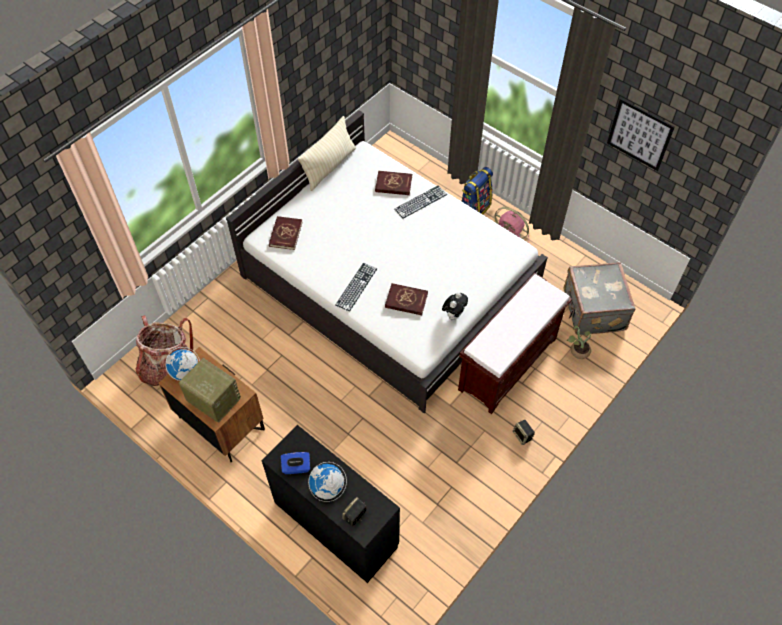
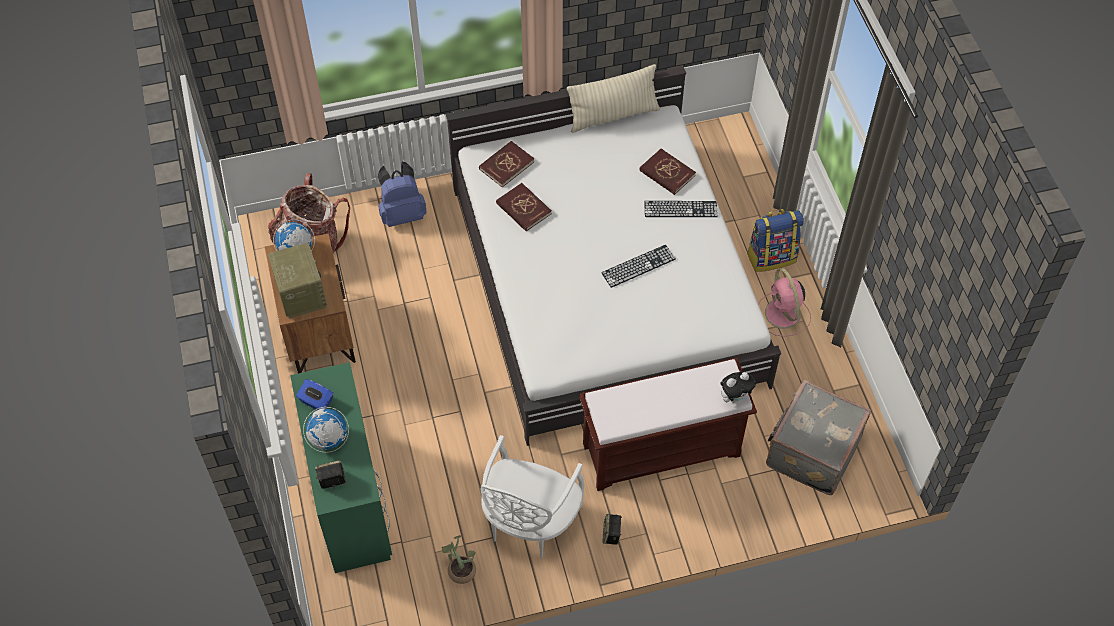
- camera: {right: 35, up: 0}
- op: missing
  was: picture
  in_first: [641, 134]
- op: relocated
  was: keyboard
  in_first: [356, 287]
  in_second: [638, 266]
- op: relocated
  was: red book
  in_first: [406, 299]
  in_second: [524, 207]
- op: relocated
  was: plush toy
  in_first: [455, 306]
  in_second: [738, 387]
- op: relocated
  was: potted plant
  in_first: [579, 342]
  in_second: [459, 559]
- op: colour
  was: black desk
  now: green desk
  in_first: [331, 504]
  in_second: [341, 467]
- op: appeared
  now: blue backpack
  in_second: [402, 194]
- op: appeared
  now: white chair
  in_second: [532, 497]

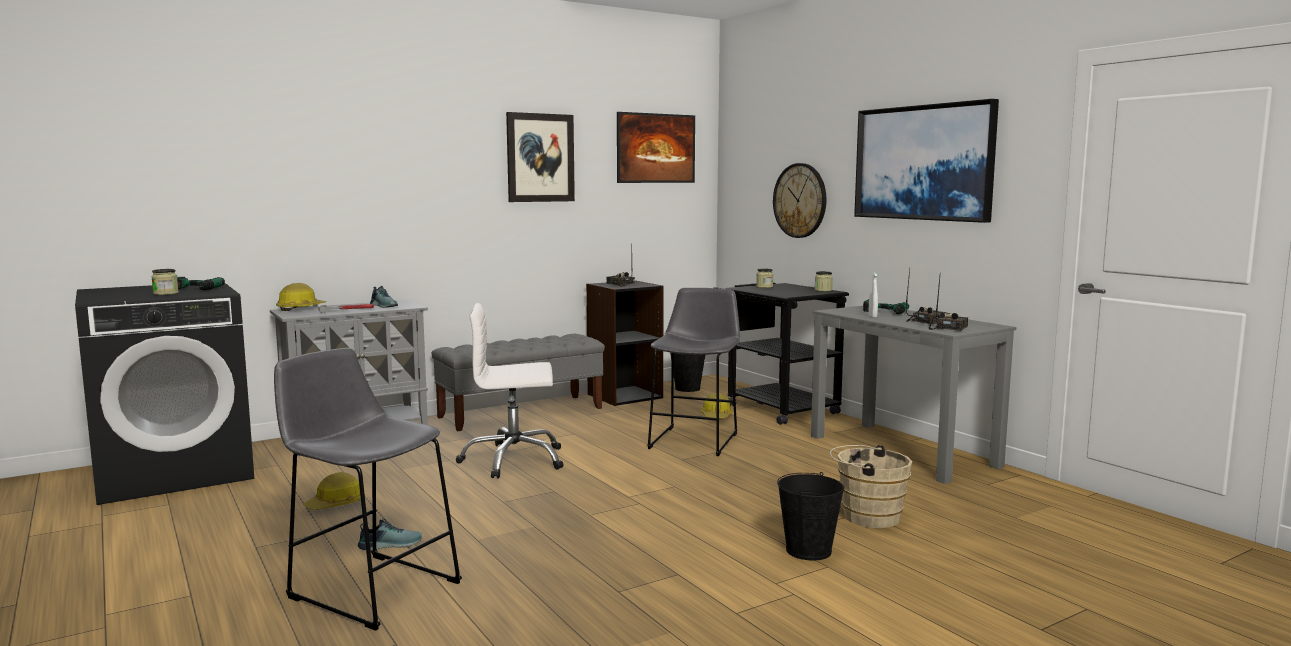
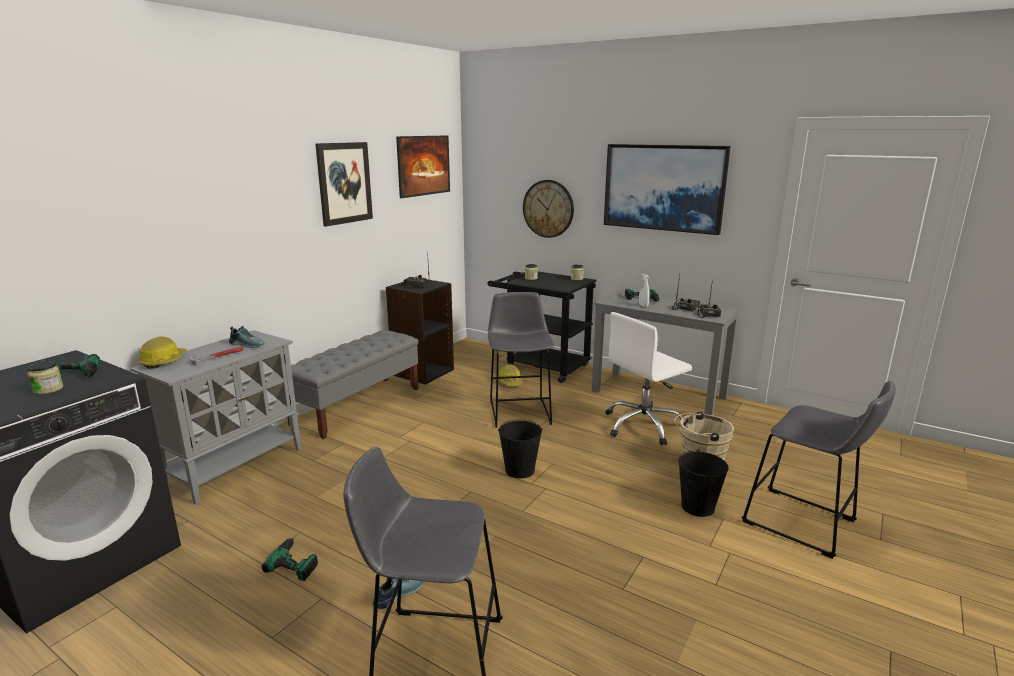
- camera: {right: -25, up: 10}
- op: relocated
  was: white office chair
  in_first: [510, 391]
  in_second: [648, 378]
- op: relocated
  was: black bucket
  in_first: [687, 372]
  in_second: [520, 449]
- op: exchanged
  was: hard hat
  now: power drill
  in_first: [332, 491]
  in_second: [290, 557]
- op: appeared
  now: grey stool
  in_second: [818, 470]

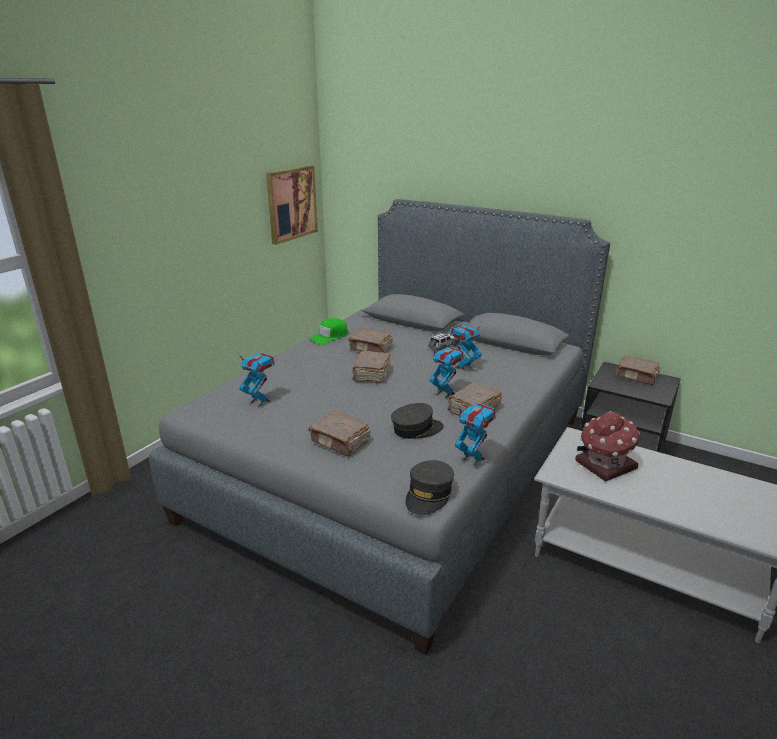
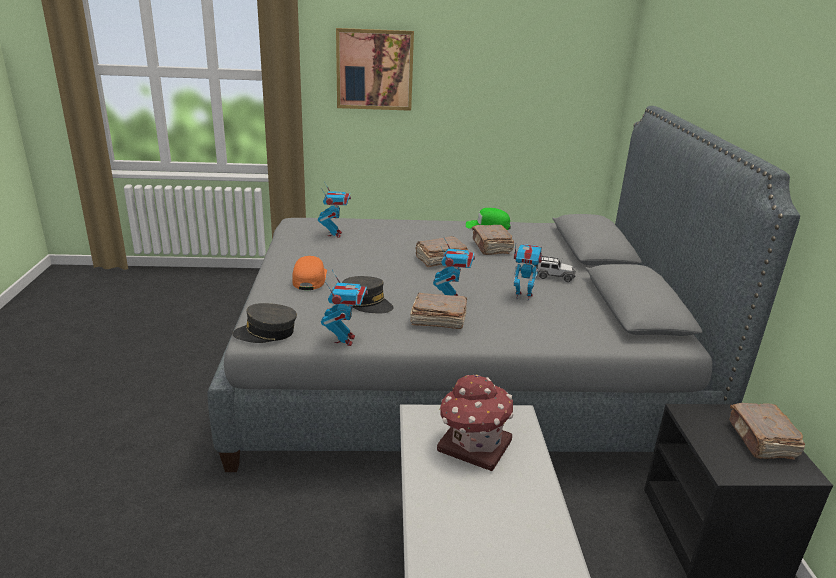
- camera: {right: 55, up: 0}
- op: relocated
  was: picture
  in_first: [292, 205]
  in_second: [375, 69]
- op: exchanged
  was: brown book
  now: orange cap
  in_first: [339, 434]
  in_second: [309, 273]

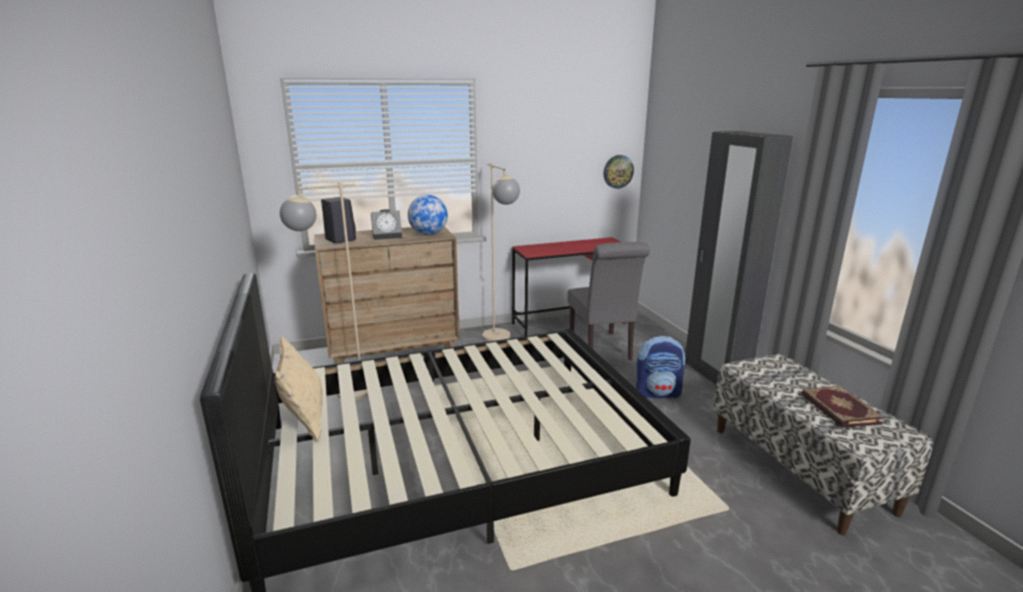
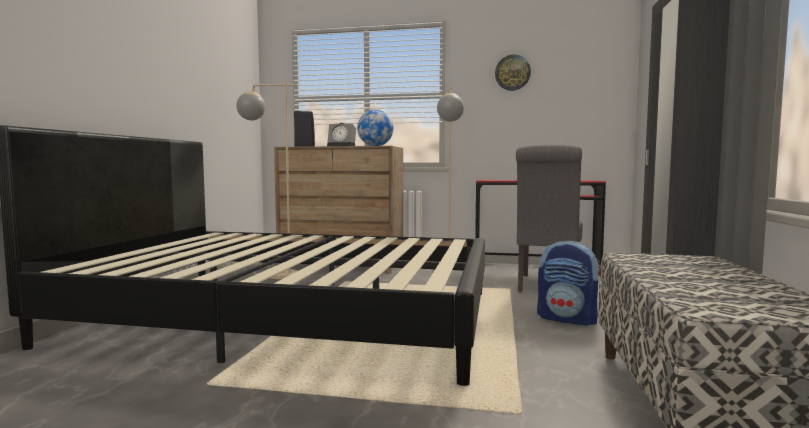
- camera: {right: 30, up: -15}
- op: relocated
  was: wall clock
  in_first: [619, 172]
  in_second: [513, 73]
- op: missing
  was: beige pillow
  in_first: [298, 388]
- op: missing
  was: book
  in_first: [843, 407]

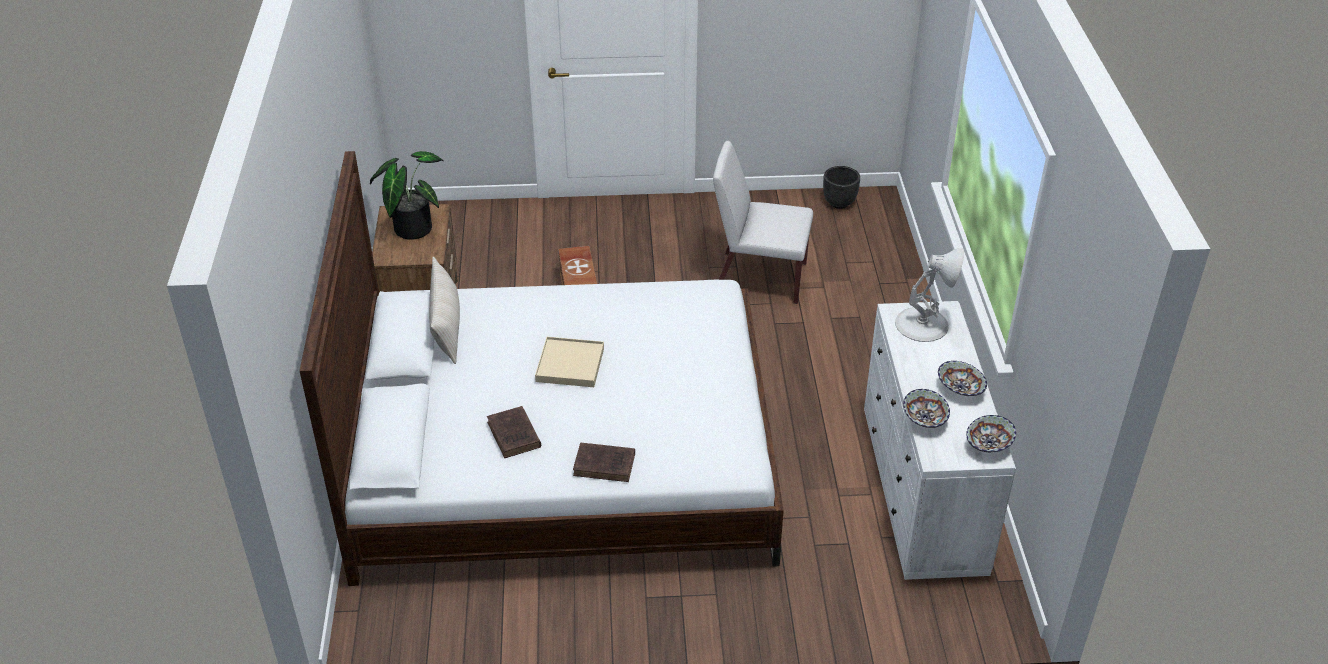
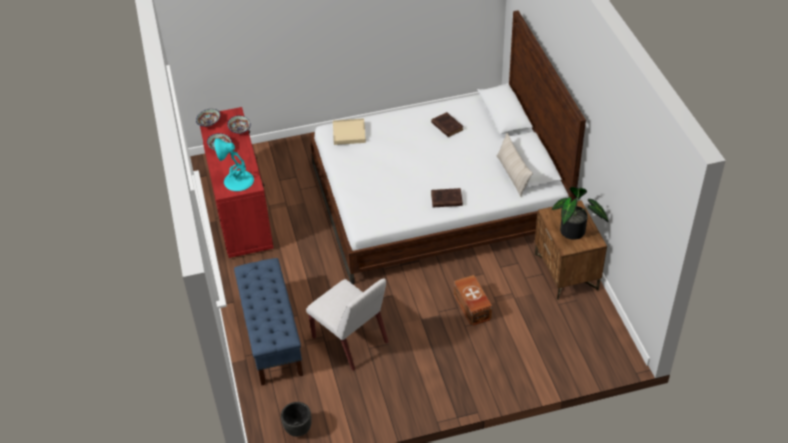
- camera: {right: 170, up: 5}
- op: spun
  was: white chair
  in_first: [763, 222]
  in_second: [347, 324]
  clockwise: 45
- op: colour
  was: white table lamp
  now: turquoise table lamp
  in_first: [929, 295]
  in_second: [234, 164]
- op: colour
  was: white dresser
  now: red dresser
  in_first: [940, 440]
  in_second: [237, 182]
- op: relocated
  was: beige tray
  in_first: [569, 362]
  in_second: [349, 131]
- op: relocated
  was: brown book
  in_first: [604, 462]
  in_second: [447, 197]
- op: appeared
  now: blue bench
  in_second: [268, 322]

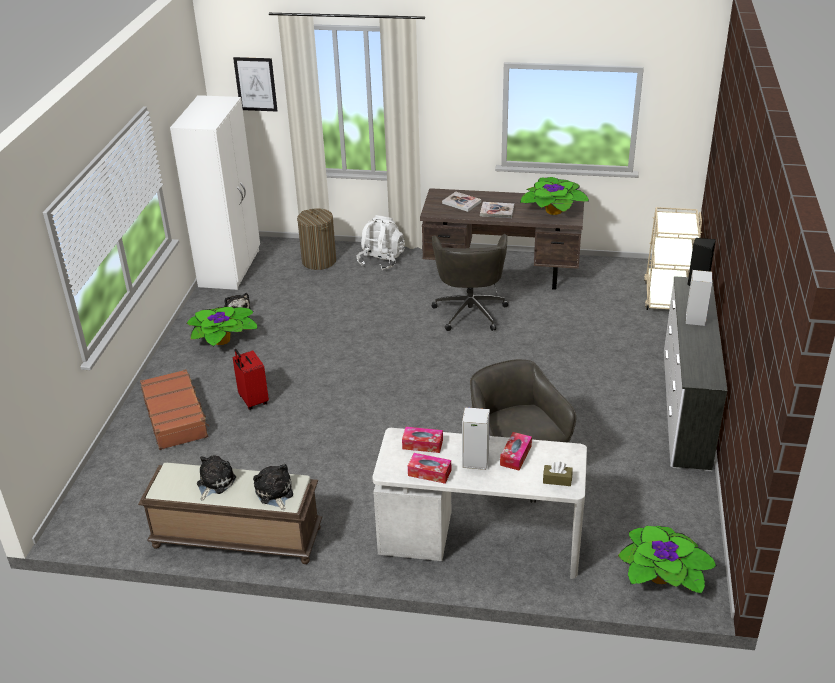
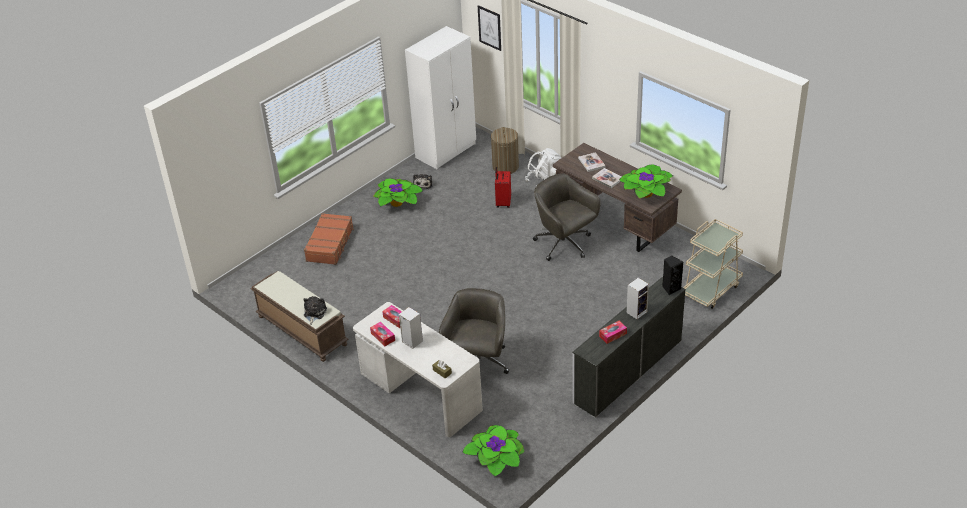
- camera: {right: 35, up: 5}
- op: spun
  was: grey office chair
  in_first: [470, 282]
  in_second: [567, 217]
  clockwise: 105
- op: relocated
  was: red suitcase
  in_first: [251, 379]
  in_second: [503, 187]
- op: relocated
  was: tissue box
  in_first: [516, 451]
  in_second: [613, 332]
- op: missing
  was: plush toy
  in_first: [216, 478]

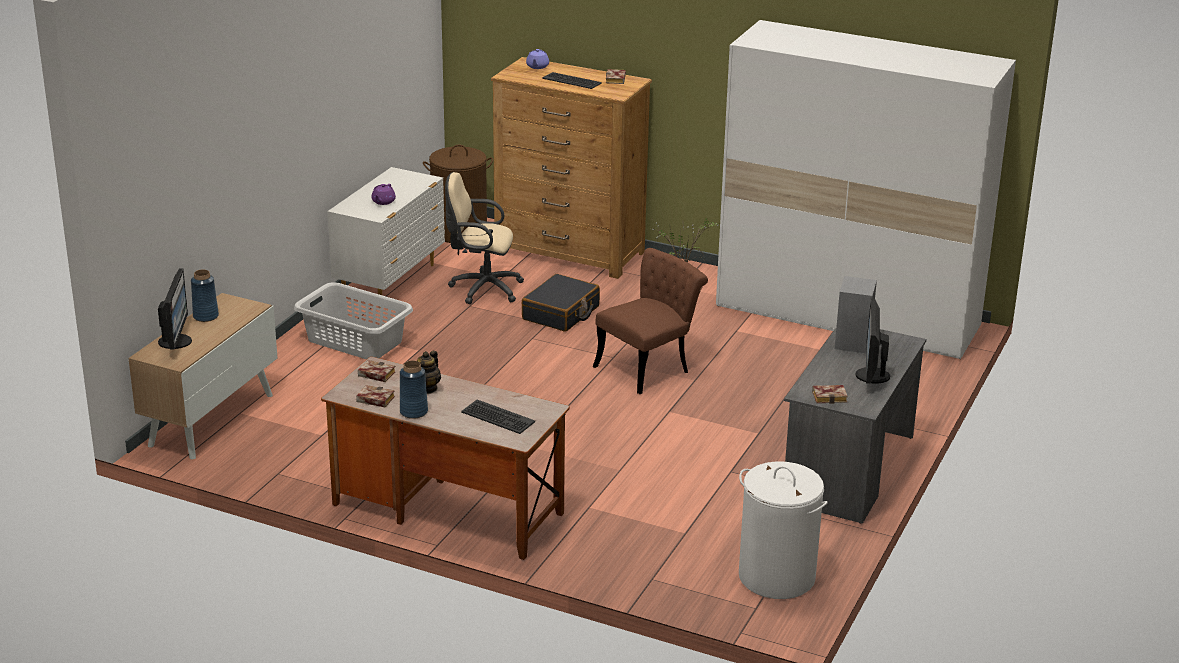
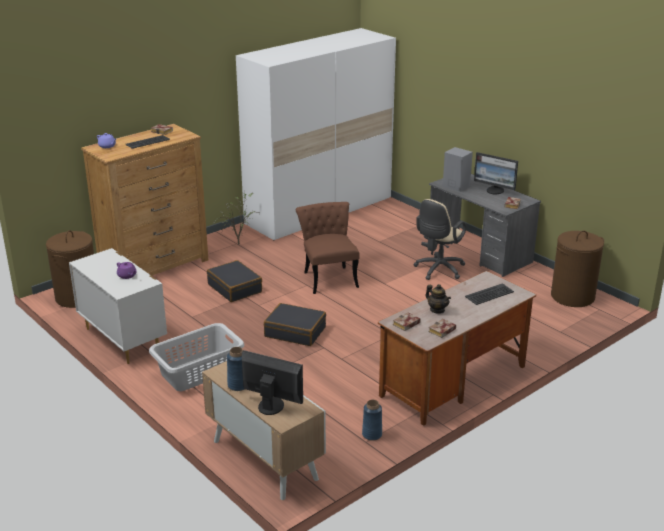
- camera: {right: -65, up: 0}
- op: relocated
  was: beige office chair
  in_first: [484, 238]
  in_second: [440, 239]
- op: relocated
  was: blue vase
  in_first: [414, 389]
  in_second: [372, 420]
- op: colour
  was: white laundry basket
  now: brown laundry basket
  in_first: [783, 530]
  in_second: [577, 269]
- op: appeared
  now: black suitcase
  in_second: [295, 324]

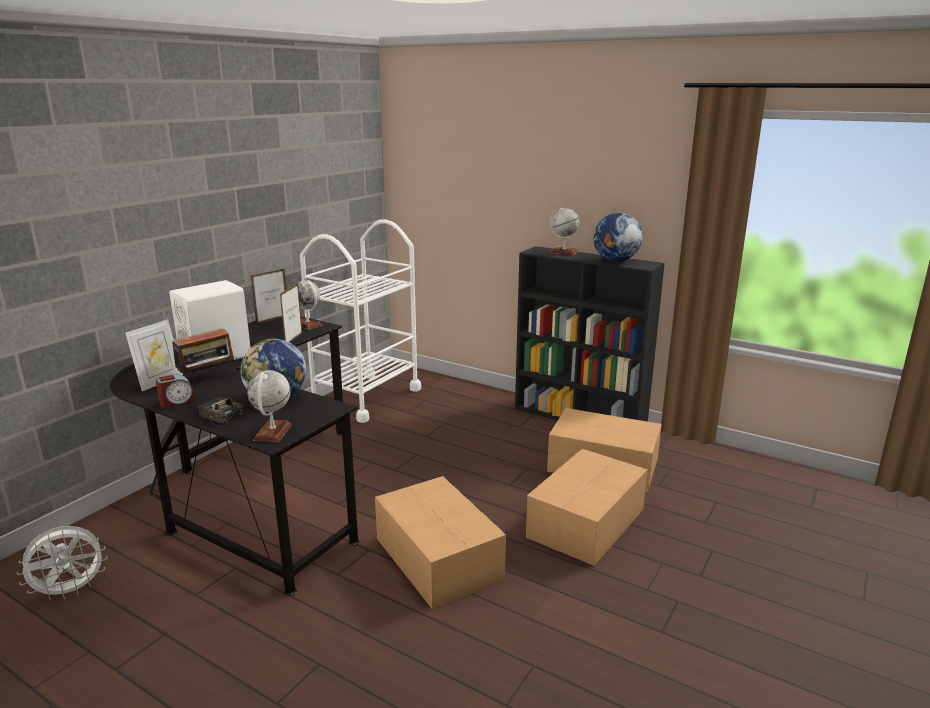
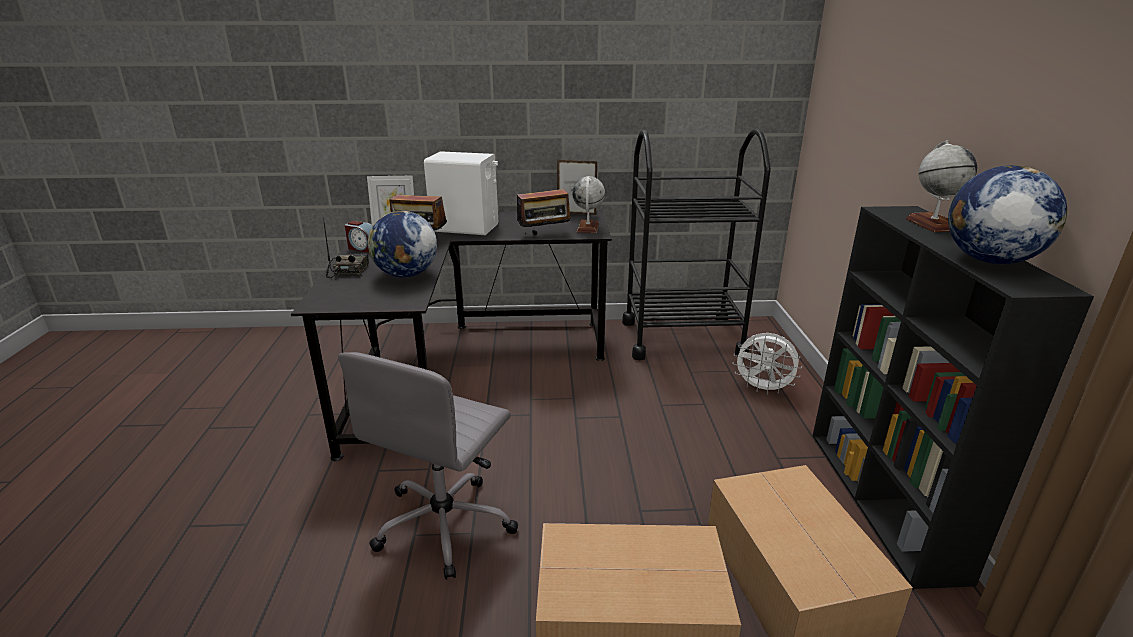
- camera: {right: 55, up: 5}
- op: colour
  was: white cart
  now: black cart
  in_first: [360, 321]
  in_second: [696, 244]
- op: exchanged
  was: picture frame
  now: radio
  in_first: [291, 313]
  in_second: [545, 212]
- op: missing
  was: globe
  in_first: [269, 406]
- op: exchanged
  was: cardboard box
  now: grey office chair
  in_first: [440, 542]
  in_second: [428, 466]
- op: relocated
  was: white fan
  in_first: [62, 563]
  in_second: [767, 363]

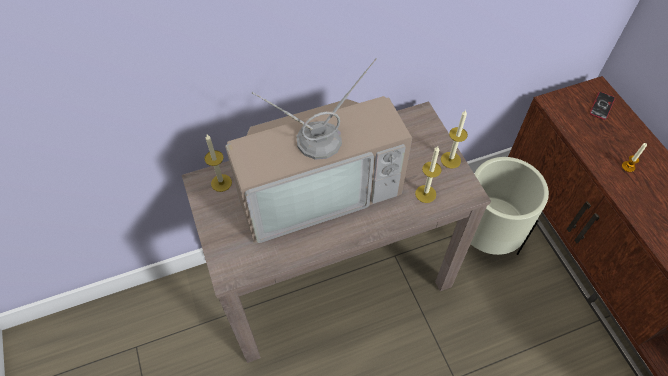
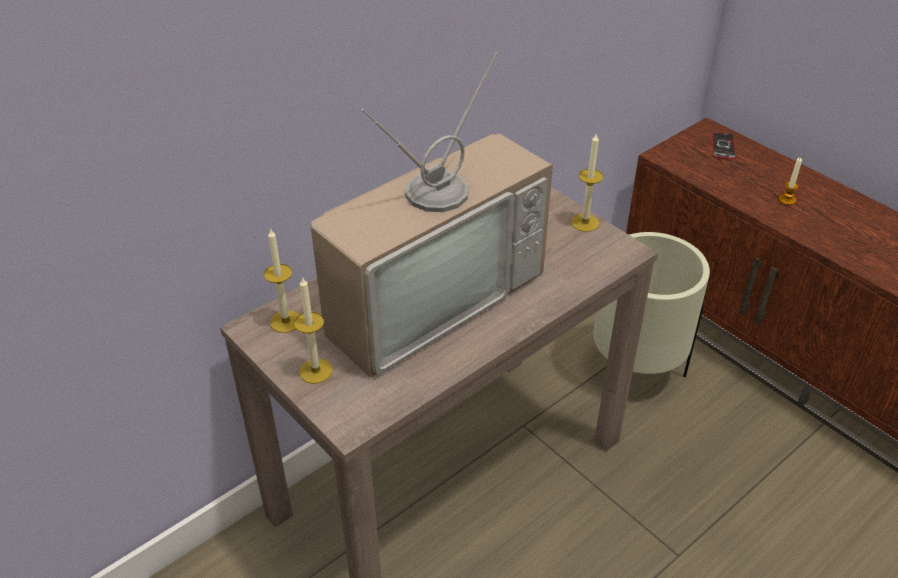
- camera: {right: -20, up: -15}
- op: relocated
  was: candle
  in_first: [428, 174]
  in_second: [313, 330]

